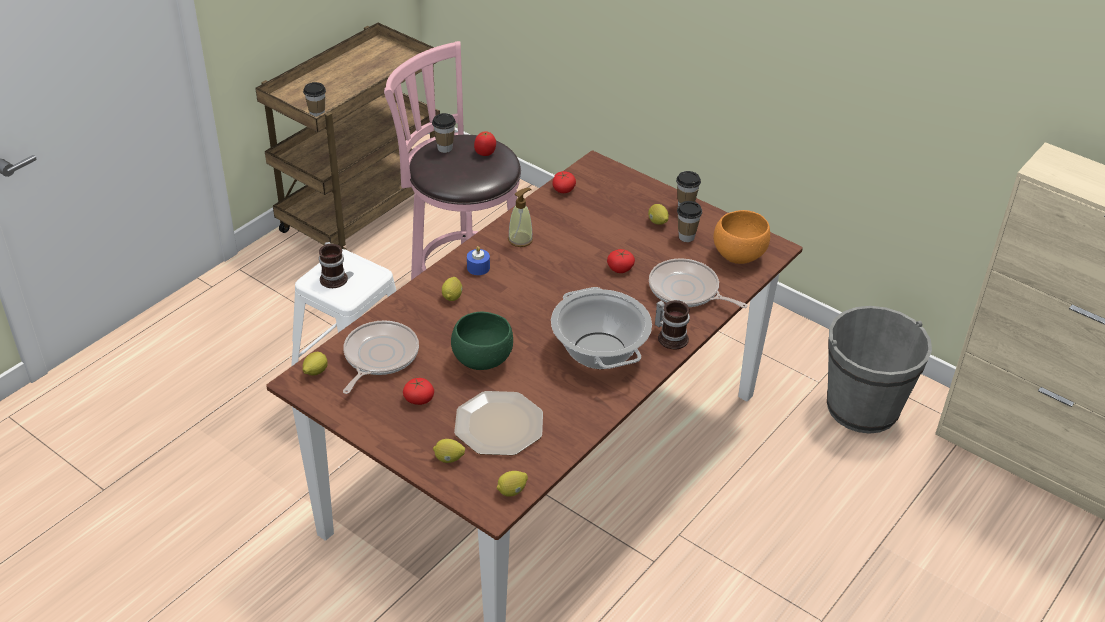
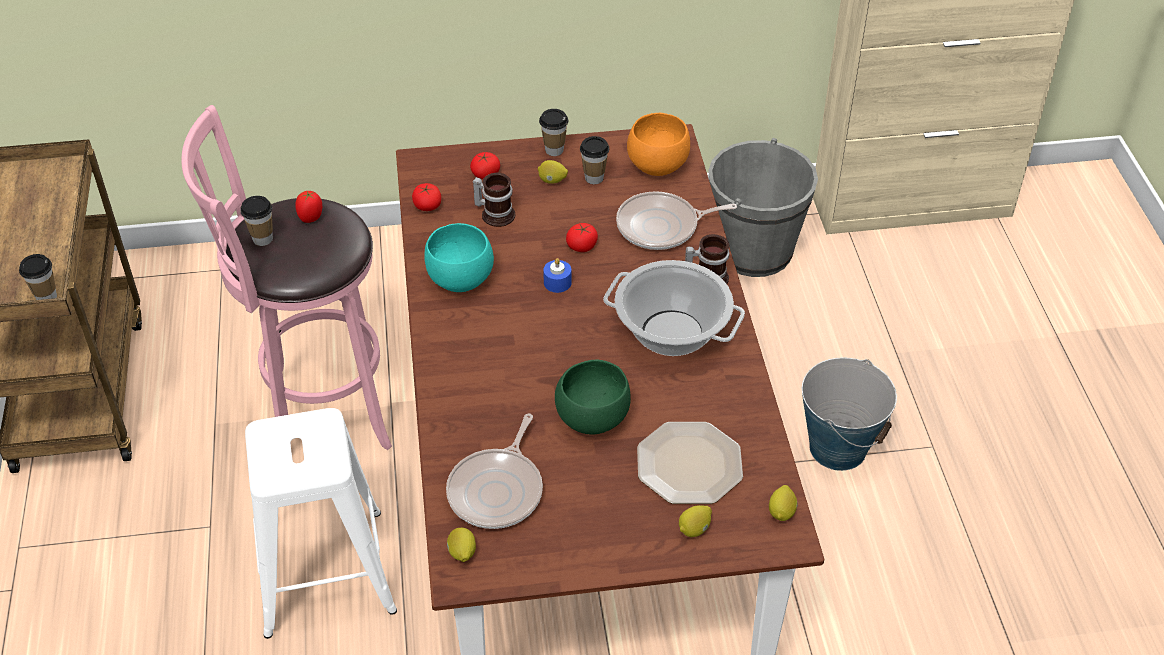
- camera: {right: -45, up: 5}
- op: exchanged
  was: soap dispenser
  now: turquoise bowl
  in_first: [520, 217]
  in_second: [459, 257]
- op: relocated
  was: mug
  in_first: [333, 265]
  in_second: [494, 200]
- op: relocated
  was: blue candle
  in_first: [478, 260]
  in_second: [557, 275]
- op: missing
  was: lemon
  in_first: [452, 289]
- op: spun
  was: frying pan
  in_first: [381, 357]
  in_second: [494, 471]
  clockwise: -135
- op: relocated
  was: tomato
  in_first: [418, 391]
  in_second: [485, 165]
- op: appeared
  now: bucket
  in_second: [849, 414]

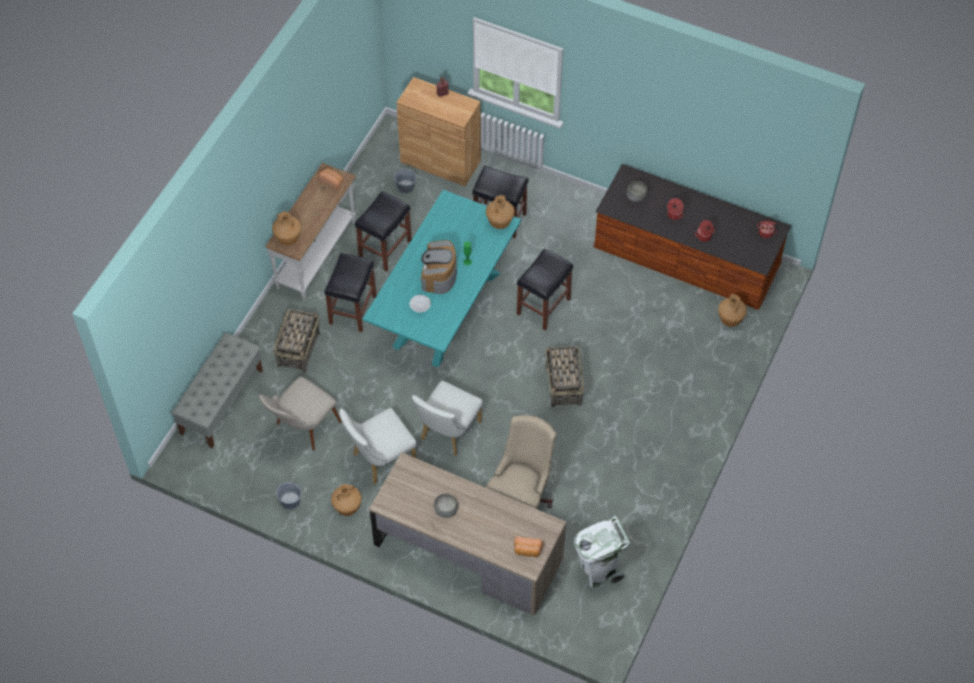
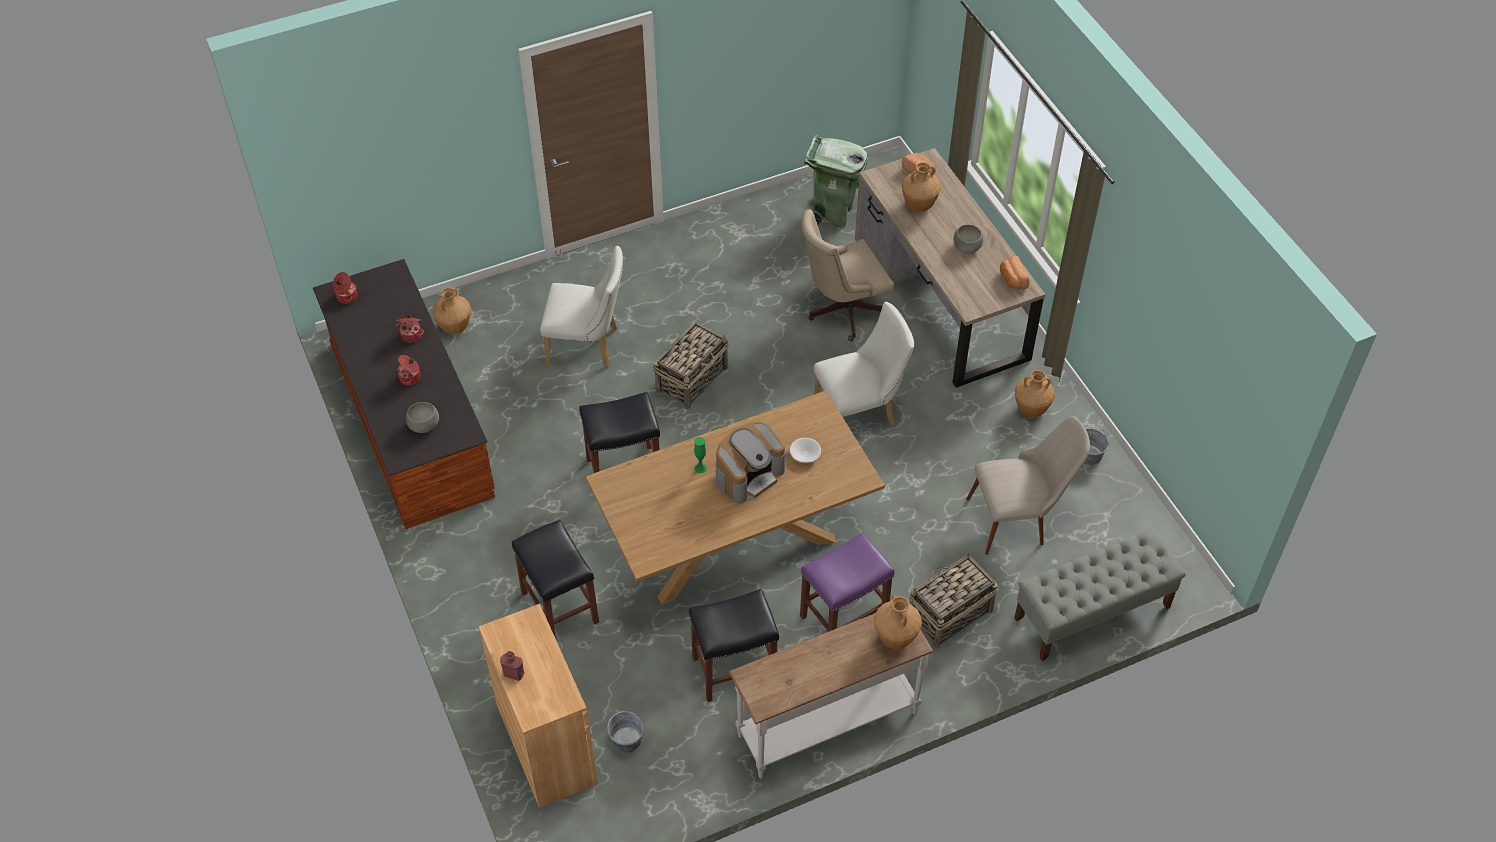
- camera: {right: -140, up: -5}
- op: relocated
  was: bread
  in_first: [330, 179]
  in_second: [1014, 272]
- op: colour
  was: turquoise dining table
  now: brown dining table
  in_first: [442, 278]
  in_second: [735, 498]
- op: relocated
  was: brown vase
  in_first: [500, 212]
  in_second: [921, 187]
- op: colour
  was: black stool
  now: purple stool
  in_first: [350, 292]
  in_second: [847, 582]
- op: relocated
  was: white chair
  in_first: [378, 446]
  in_second: [581, 307]
- op: colour
  was: white trash can
  now: green trash can
  in_first: [602, 551]
  in_second: [836, 181]

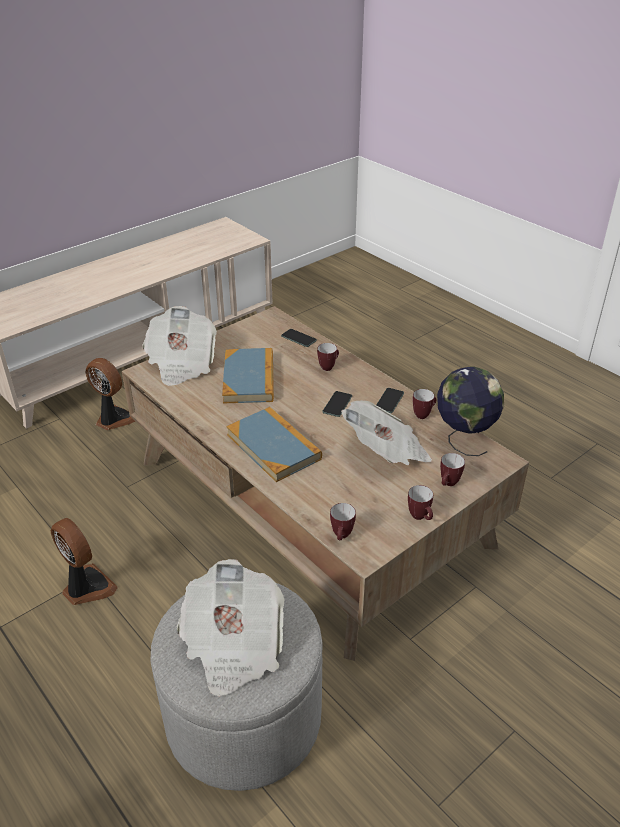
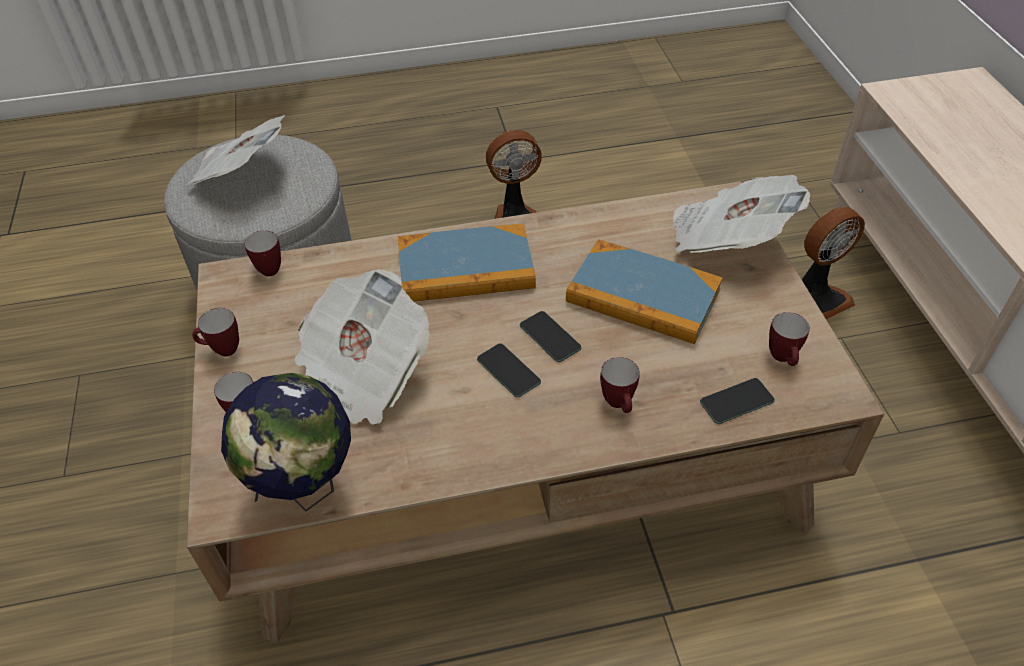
- camera: {right: 120, up: 10}
- op: relocated
  was: phone
  in_first: [390, 400]
  in_second: [551, 336]
- op: relocated
  was: mug
  in_first: [424, 404]
  in_second: [789, 339]

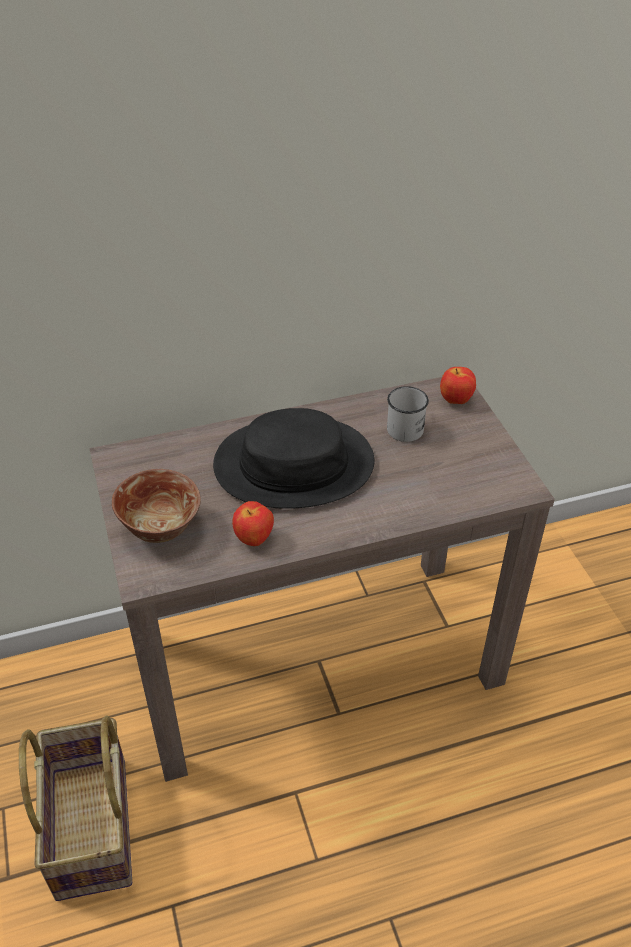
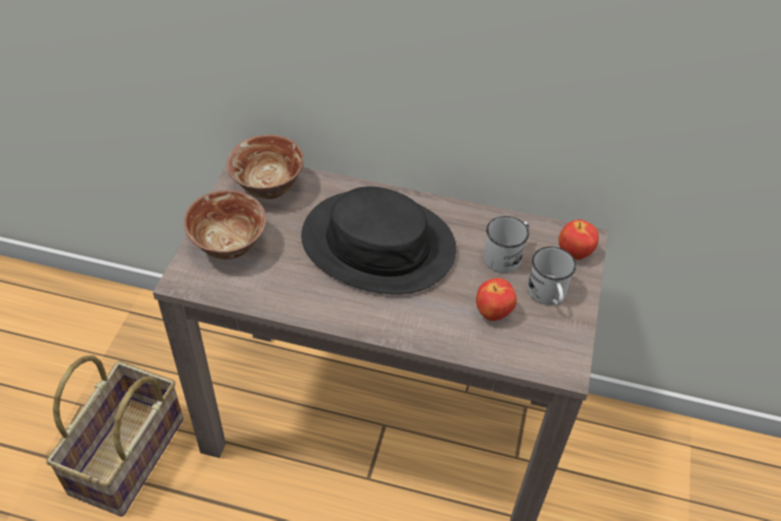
- camera: {right: 30, up: 5}
- op: relocated
  was: apple
  in_first: [253, 523]
  in_second: [496, 299]
- op: appeared
  now: bowl
  in_second: [265, 167]
- op: appeared
  now: white mug
  in_second: [551, 275]

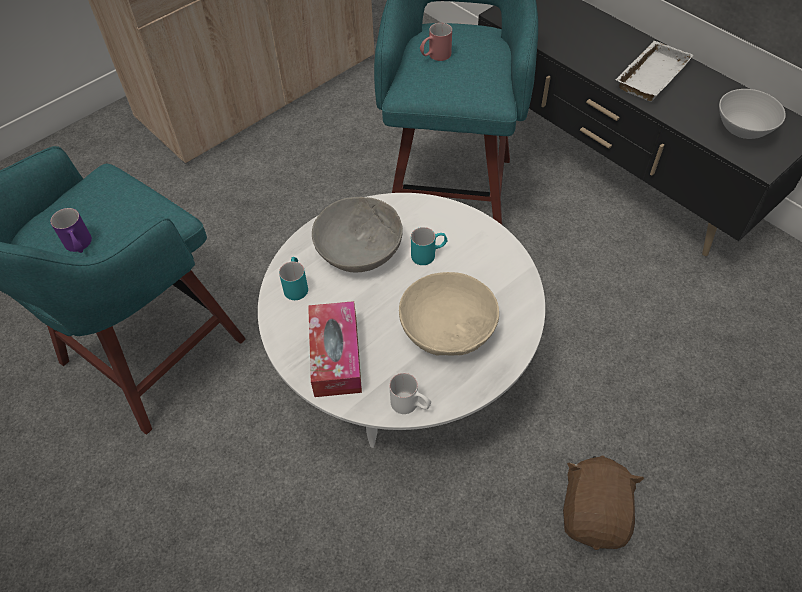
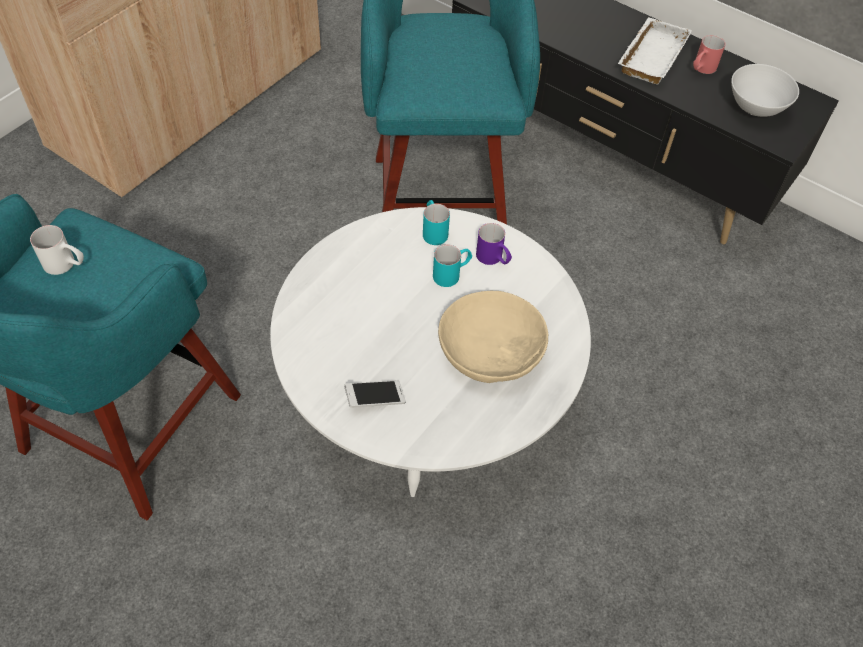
- camera: {right: -15, up: 0}
- op: relocated
  was: red mug
  in_first: [436, 42]
  in_second: [709, 54]
- op: missing
  was: grey bowl
  in_first: [357, 235]
- op: relocated
  was: purple mug
  in_first: [71, 230]
  in_second: [494, 244]
- op: relocated
  was: turquoise mug
  in_first: [293, 278]
  in_second: [436, 222]
- op: exchanged
  was: tissue box
  now: phone
  in_first: [335, 349]
  in_second: [375, 394]
- op: relocated
  was: white mug
  in_first: [410, 393]
  in_second: [57, 250]
- op: missing
  was: brown plush toy
  in_first: [603, 502]

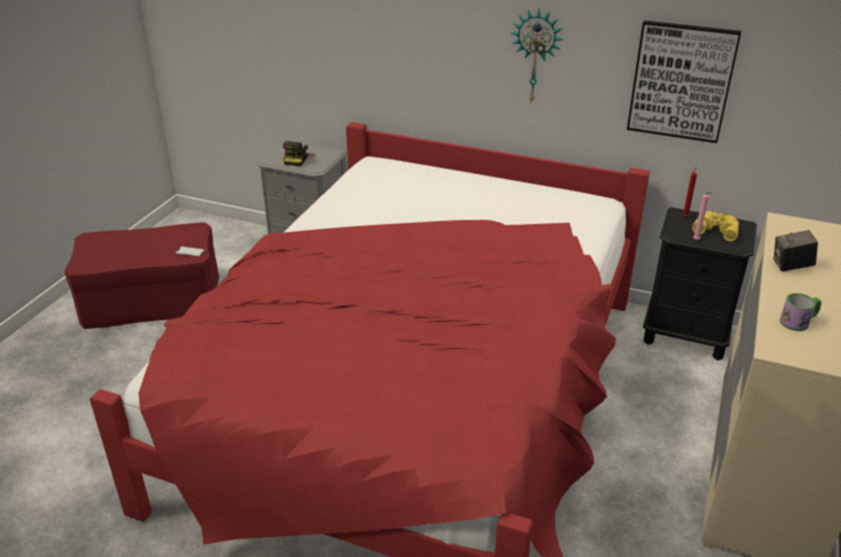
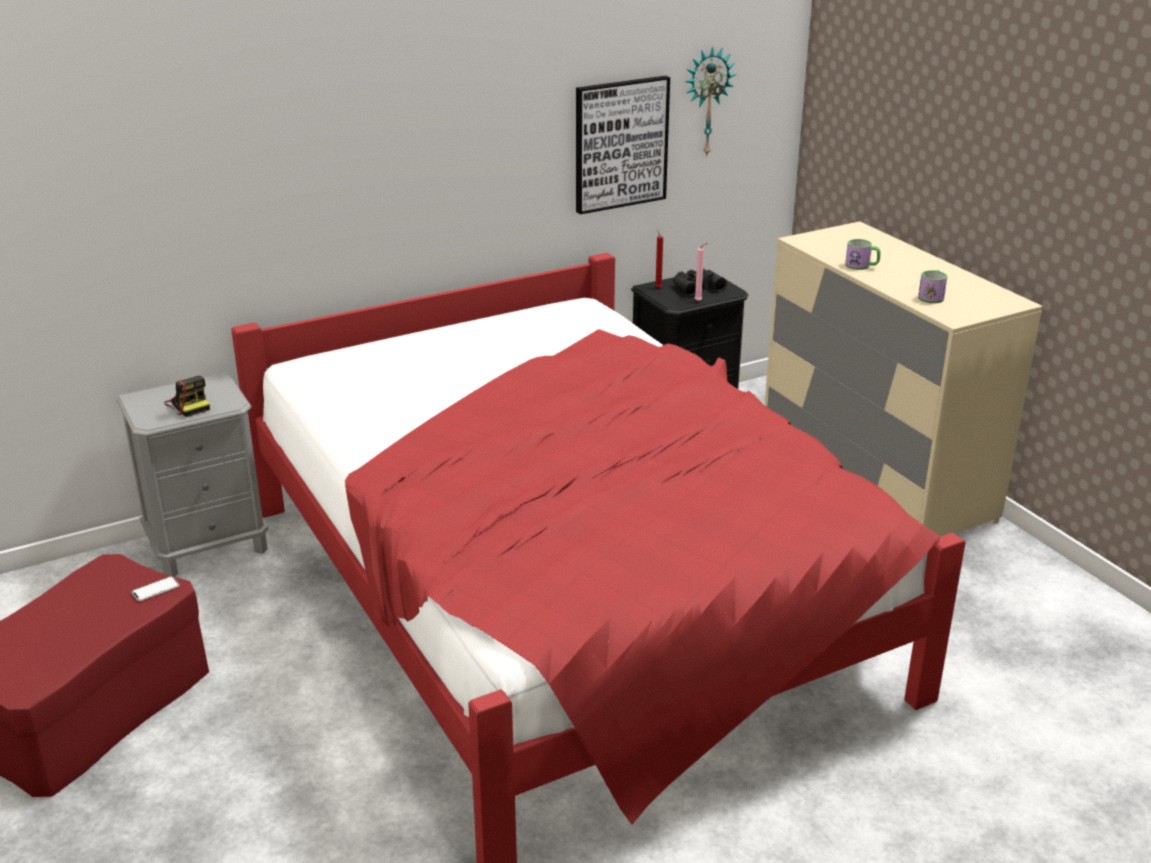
- camera: {right: -50, up: -5}
- op: relocated
  was: wall clock
  in_first: [537, 56]
  in_second: [710, 101]
- op: colour
  was: yellow binoculars
  now: black binoculars
  in_first: [715, 226]
  in_second: [700, 282]
- op: exchanged
  was: photo camera
  now: mug
  in_first: [795, 250]
  in_second: [862, 254]

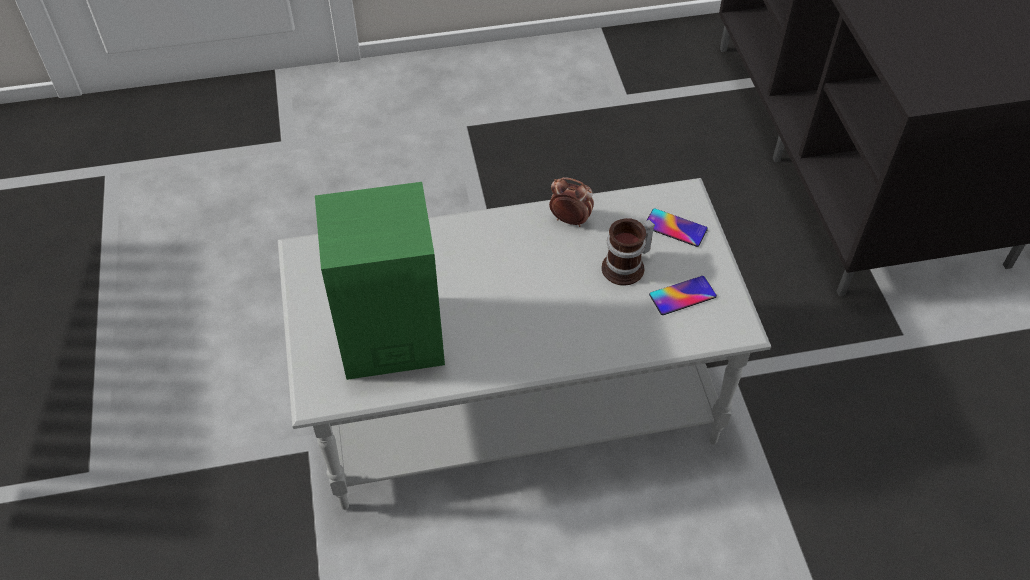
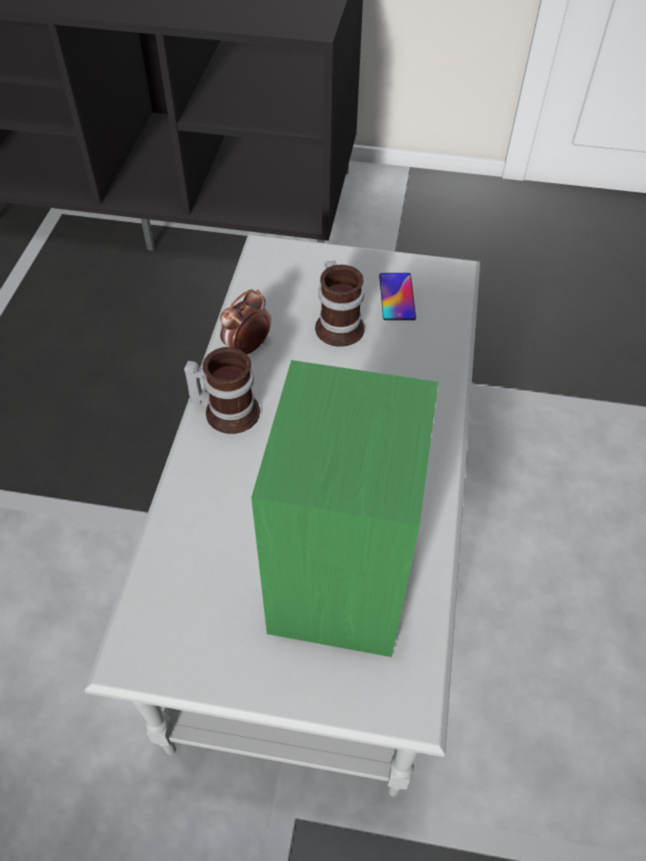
- camera: {right: -70, up: 0}
- op: missing
  was: phone
  in_first: [677, 227]
- op: appeared
  now: mug
  in_second: [222, 390]

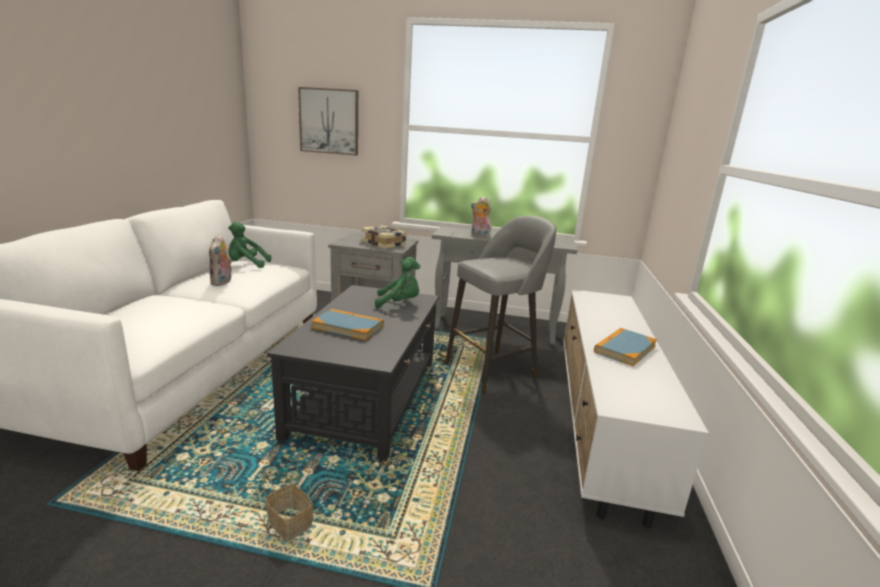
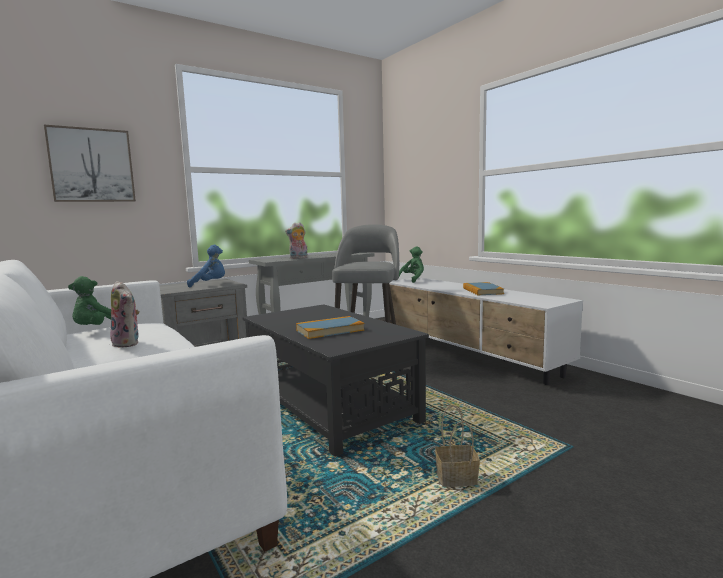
- camera: {right: -45, up: -10}
- op: exchanged
  was: book
  now: blue plush toy
  in_first: [384, 237]
  in_second: [206, 266]
- op: relocated
  was: green plush toy
  in_first: [397, 282]
  in_second: [411, 265]

